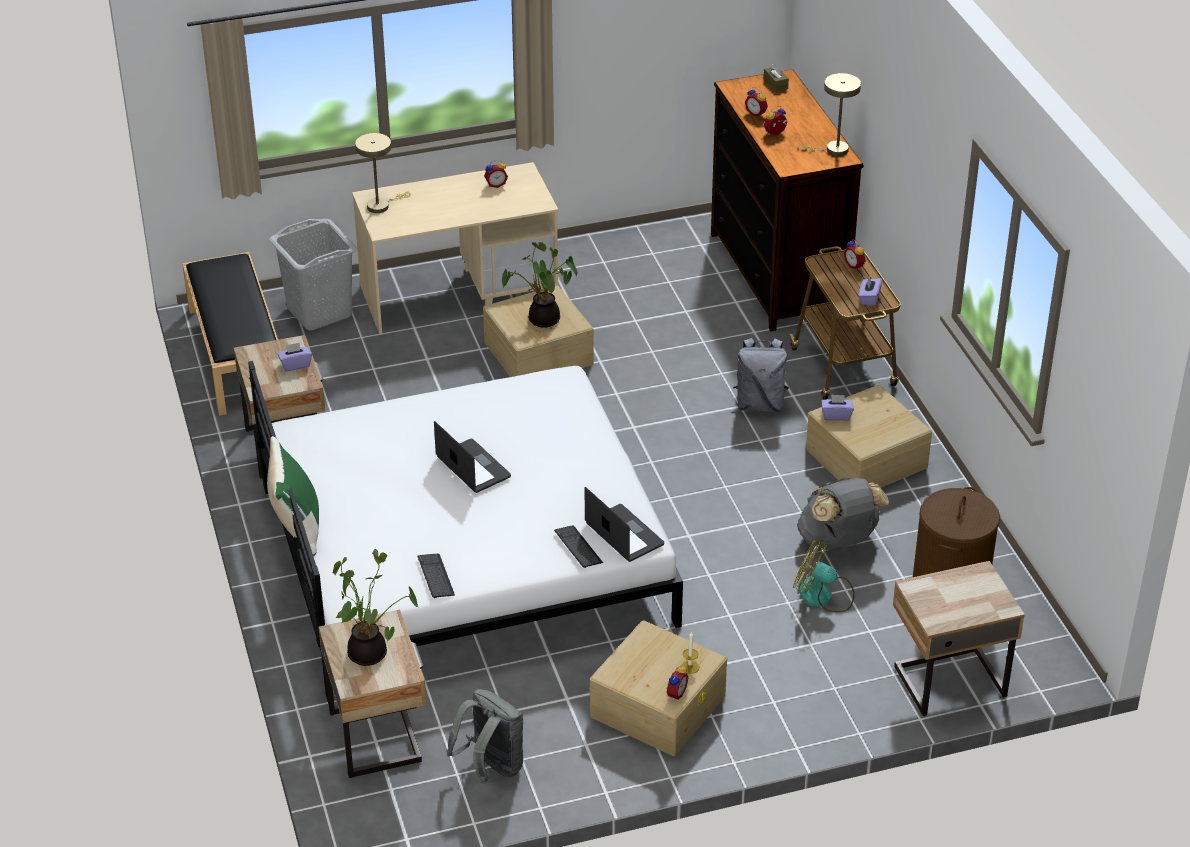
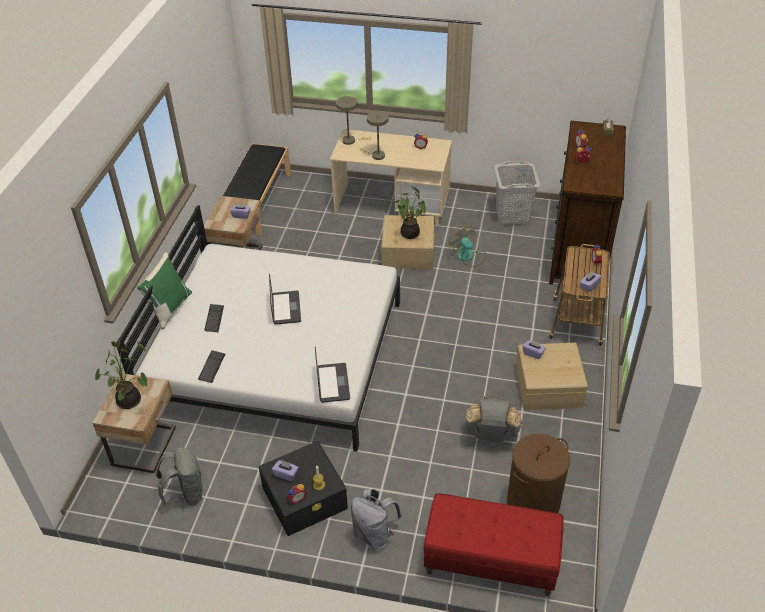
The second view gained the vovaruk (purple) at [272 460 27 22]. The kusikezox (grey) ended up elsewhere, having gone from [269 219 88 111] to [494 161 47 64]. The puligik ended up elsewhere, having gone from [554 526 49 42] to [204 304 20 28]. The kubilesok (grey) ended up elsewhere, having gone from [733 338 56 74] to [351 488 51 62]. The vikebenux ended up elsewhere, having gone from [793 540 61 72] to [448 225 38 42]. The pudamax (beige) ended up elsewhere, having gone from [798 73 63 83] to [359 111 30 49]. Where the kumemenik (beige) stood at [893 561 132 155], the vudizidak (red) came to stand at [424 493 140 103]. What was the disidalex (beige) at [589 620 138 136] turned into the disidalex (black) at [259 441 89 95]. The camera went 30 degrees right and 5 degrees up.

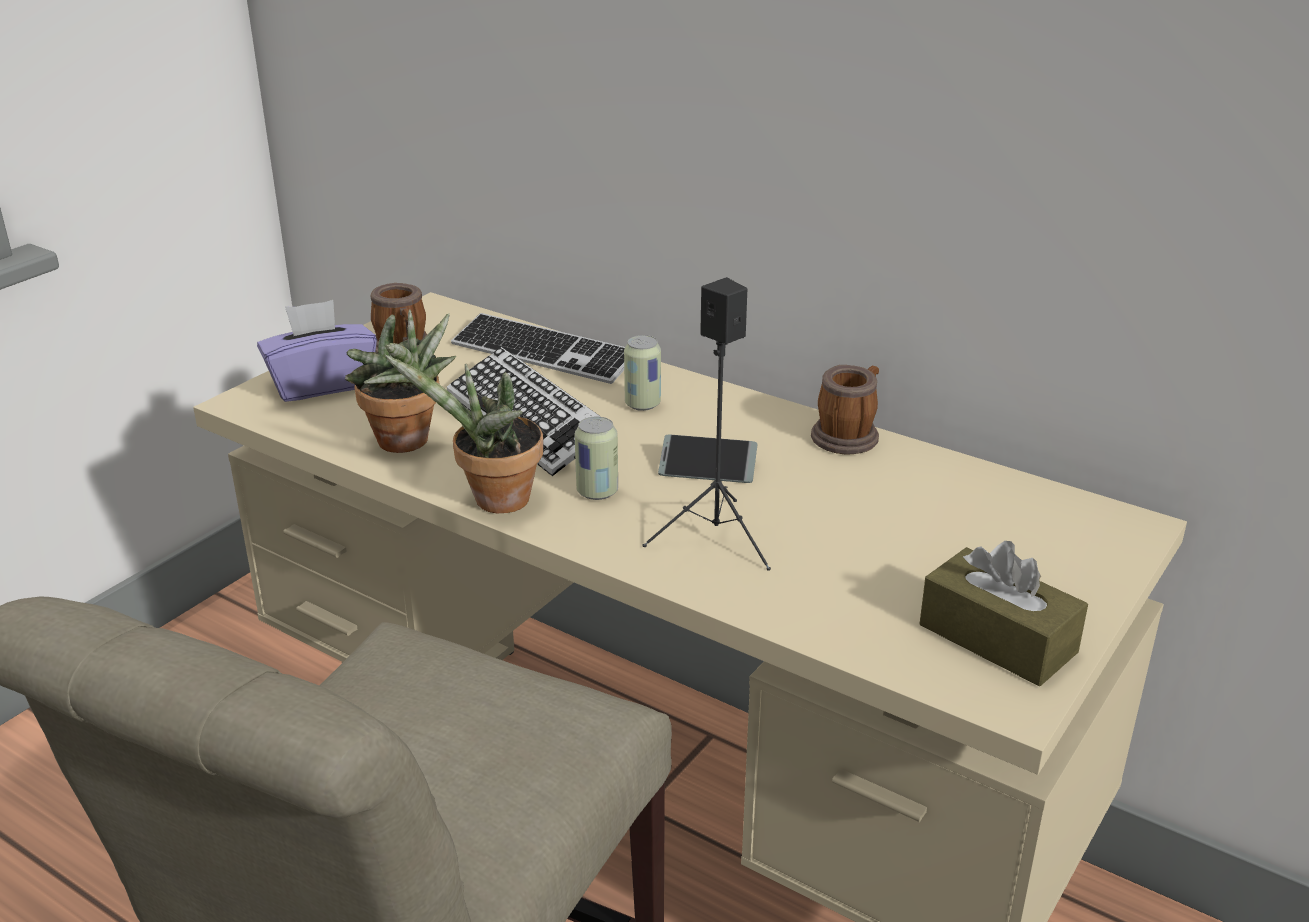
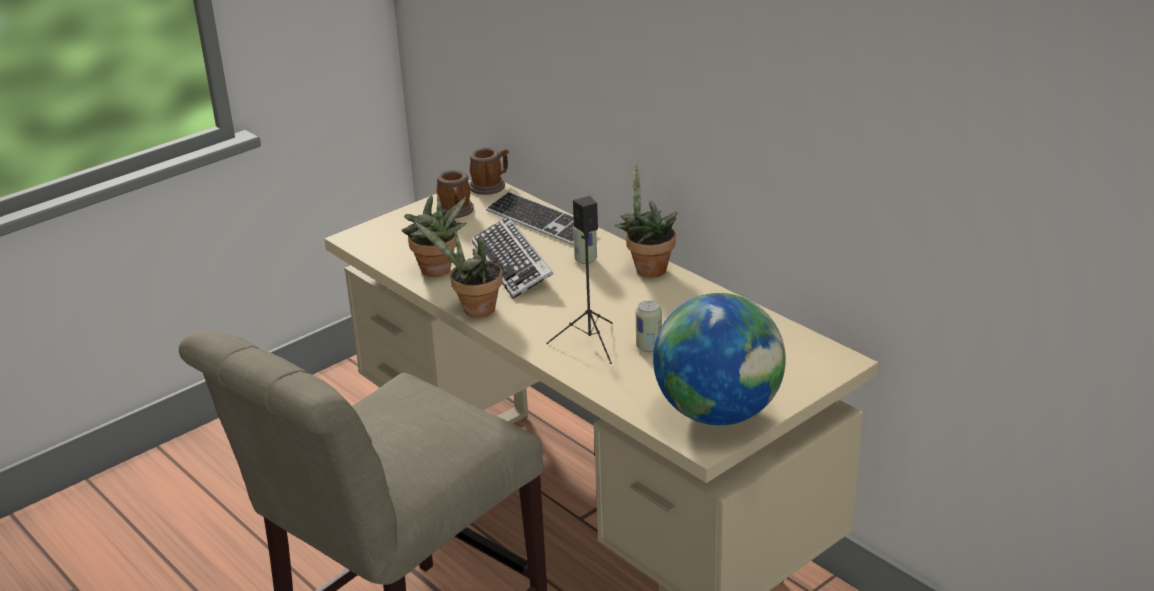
The second view lost the vovaruk (purple) at [257 300 120 102]. The second view lost the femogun at [658 434 99 49]. The second view gained the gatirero at [615 164 62 113]. The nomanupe ended up elsewhere, having gone from [575 417 43 83] to [636 301 26 51]. The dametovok ended up elsewhere, having gone from [811 365 68 90] to [469 147 40 48]. Where the vovaruk (brown) stood at [919 541 169 145], the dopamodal came to stand at [653 293 133 132]. The camera went 15 degrees right and 0 degrees up.

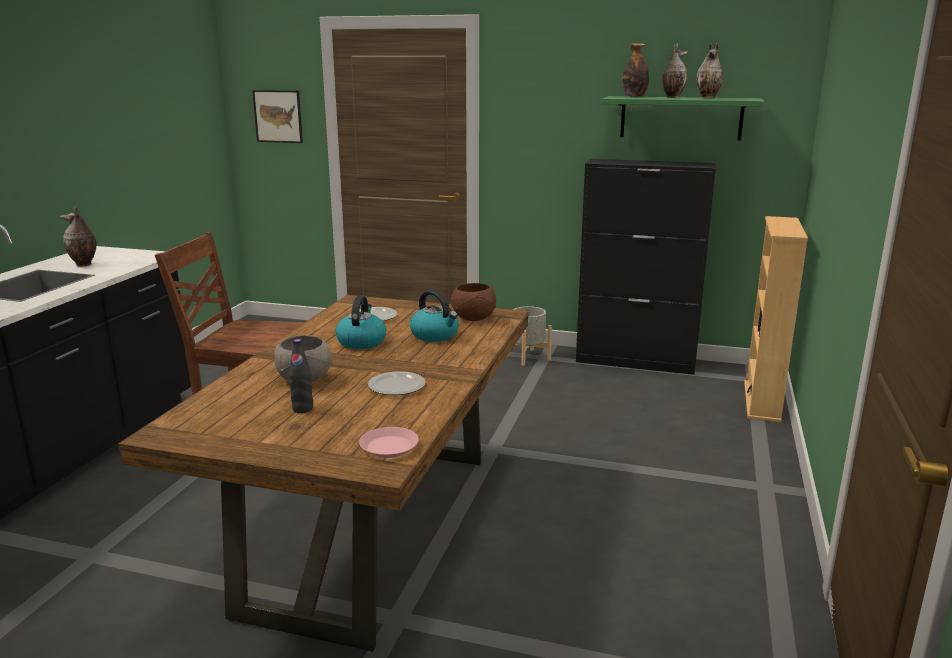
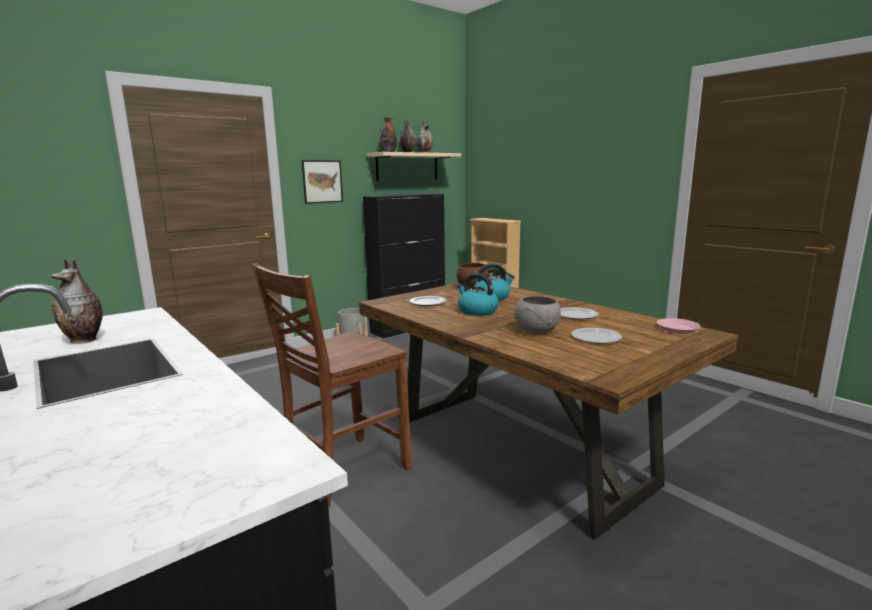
The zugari ended up elsewhere, having gone from [252 90 51 53] to [302 160 41 44]. Where the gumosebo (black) stood at [289 339 24 74], the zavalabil came to stand at [571 328 51 16]. What was the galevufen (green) at [602 96 162 44] turned into the galevufen (beige) at [367 152 94 29]. The camera went 55 degrees left and 5 degrees down.

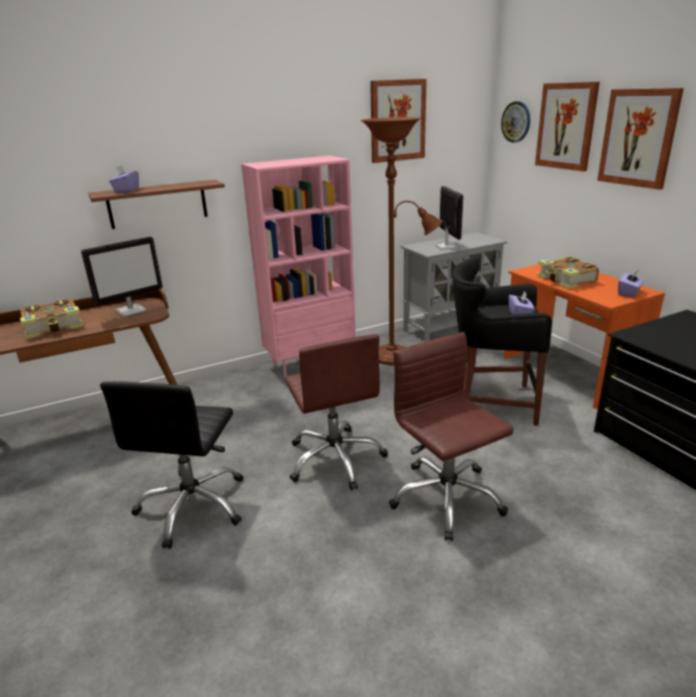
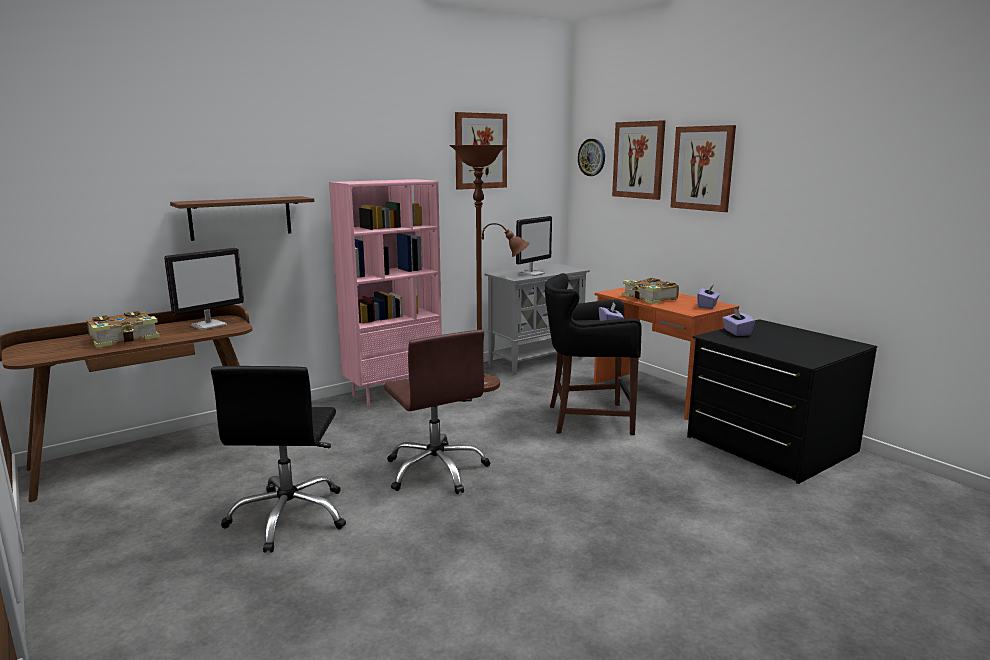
The second view lost the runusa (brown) at [389 332 125 209]. The vovaruk (purple) ended up elsewhere, having gone from [109 165 30 28] to [722 309 33 27]. The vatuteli at [435 186 29 64] ended up facing another way, 60 degrees clockwise from before. The camera went 10 degrees left and 10 degrees down.

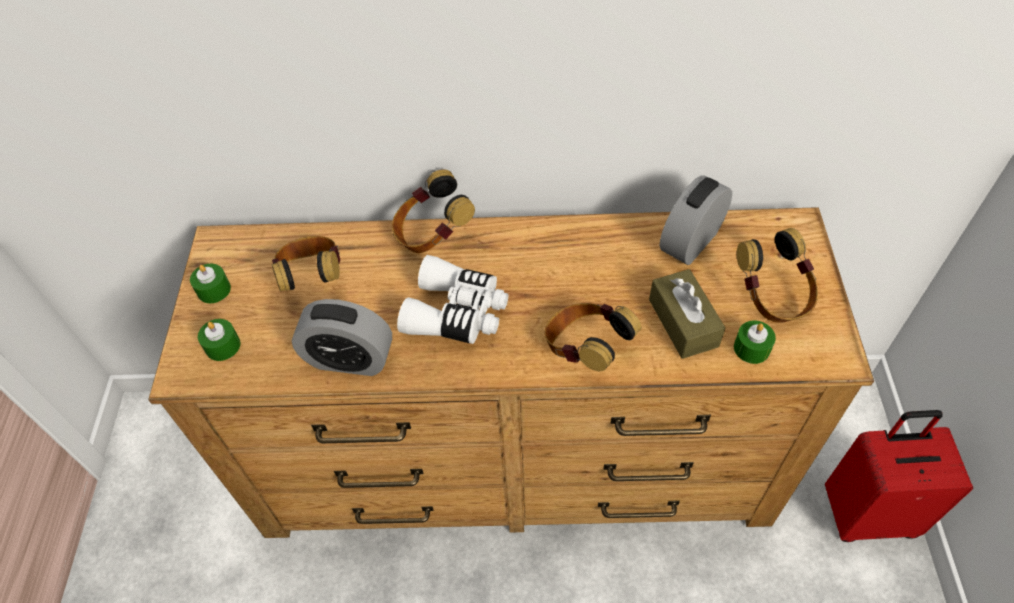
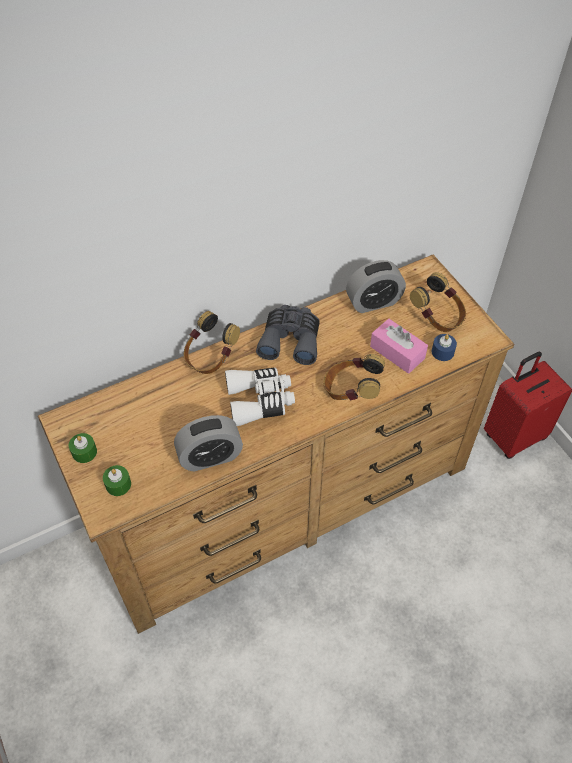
The second view lost the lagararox at [272 236 68 56]. The second view gained the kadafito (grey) at [256 305 64 60]. What was the vovaruk (brown) at [649 269 76 90] turned into the vovaruk (pink) at [370 319 58 55]. What was the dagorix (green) at [734 321 42 43] turned into the dagorix (blue) at [432 334 25 27]. The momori at [660 175 72 90] ended up facing another way, 120 degrees counterclockwise from before. The camera went 30 degrees left and 0 degrees up.

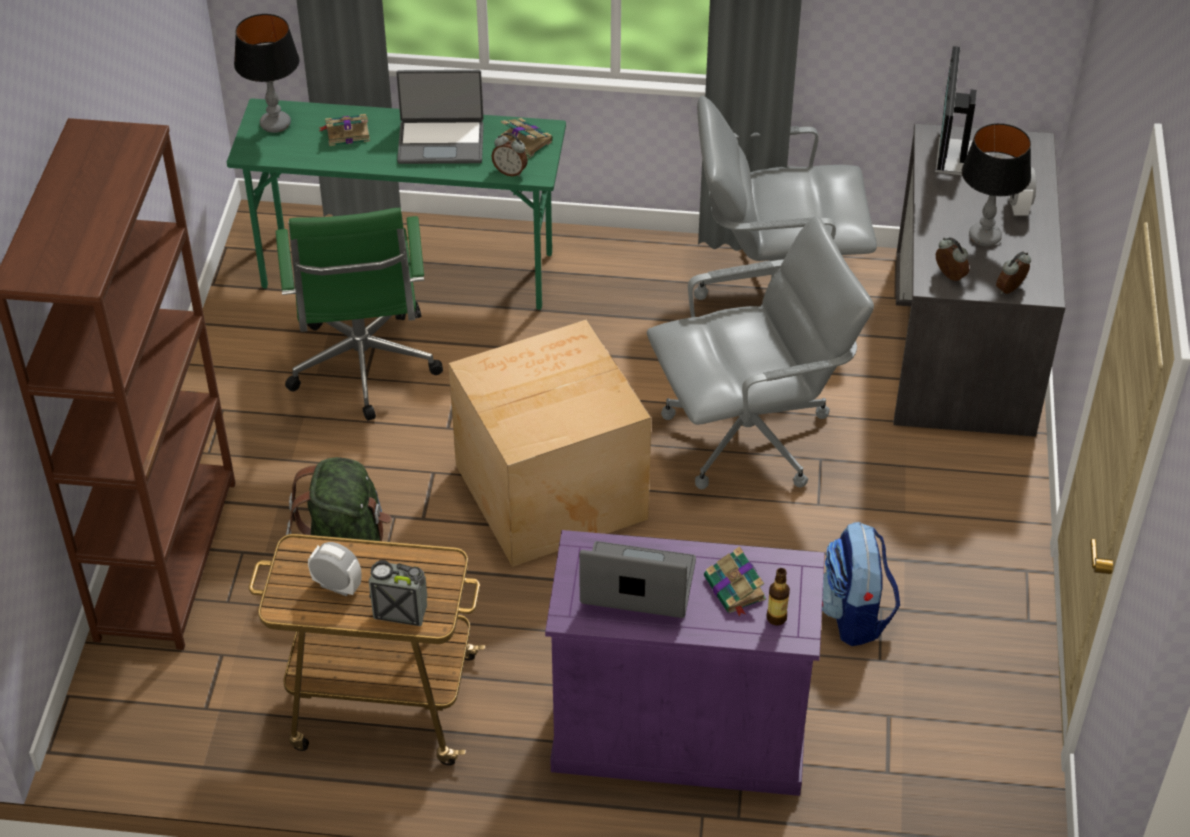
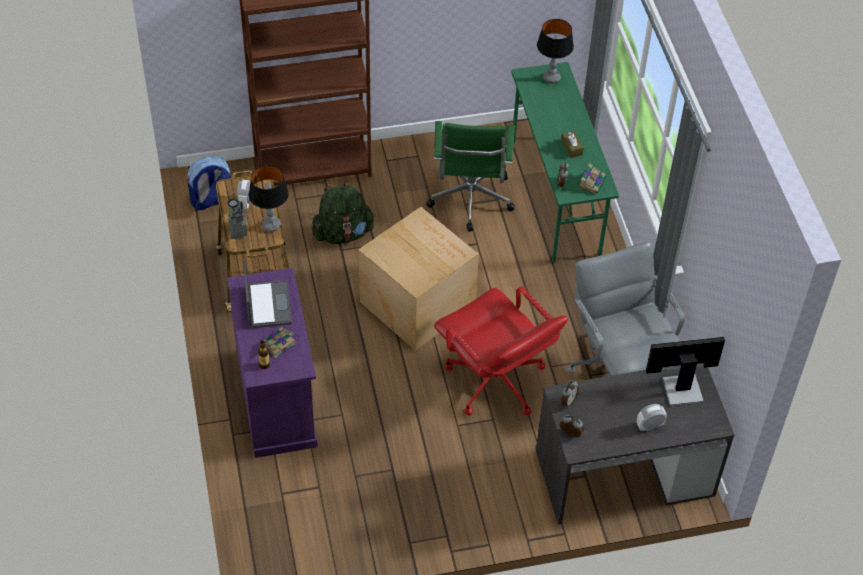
The second view lost the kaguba at [319 114 51 32]. The kubilesok ended up elsewhere, having gone from [822 522 78 124] to [187 157 44 53]. The pudamax ended up elsewhere, having gone from [962 123 69 123] to [249 166 40 66]. Where the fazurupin stood at [396 70 88 94], the vovaruk (brown) came to stand at [561 131 23 27]. What was the runusa (grey) at [647 216 227 273] turned into the runusa (red) at [434 286 134 130]. The runusa (green) at [276 208 167 213] ended up facing another way, 60 degrees counterclockwise from before. The camera went 70 degrees right and 5 degrees up.

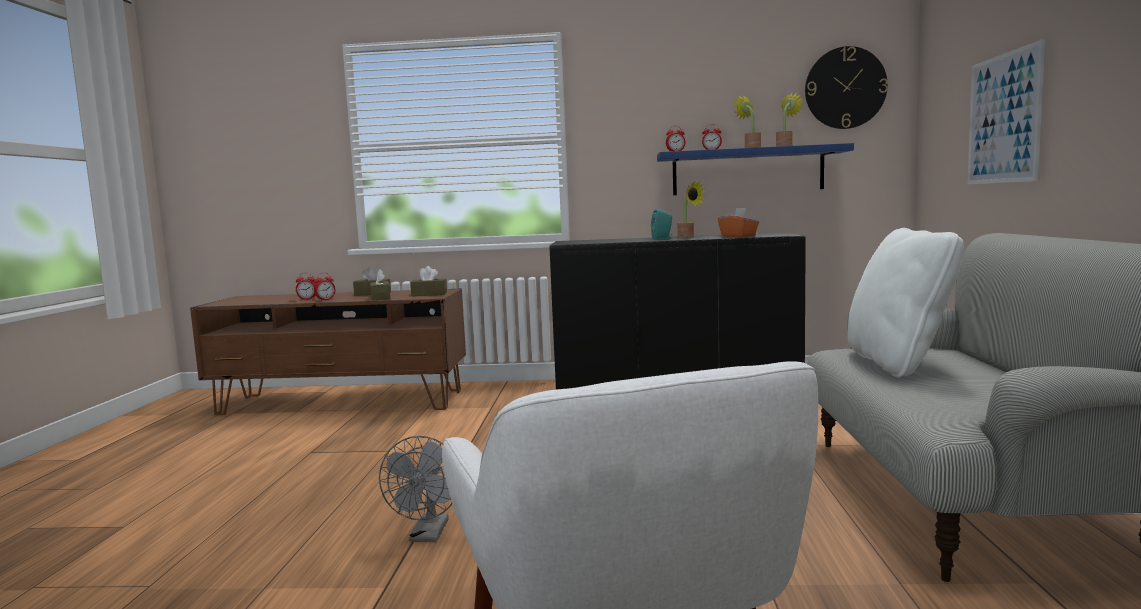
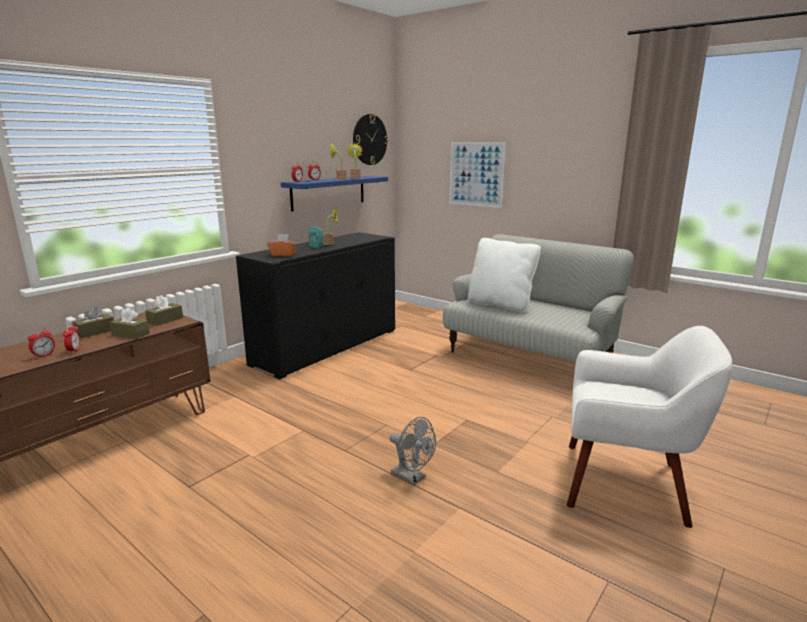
The vovaruk (orange) ended up elsewhere, having gone from [718 208 41 29] to [267 234 30 22]. The camera went 55 degrees left and 10 degrees up.

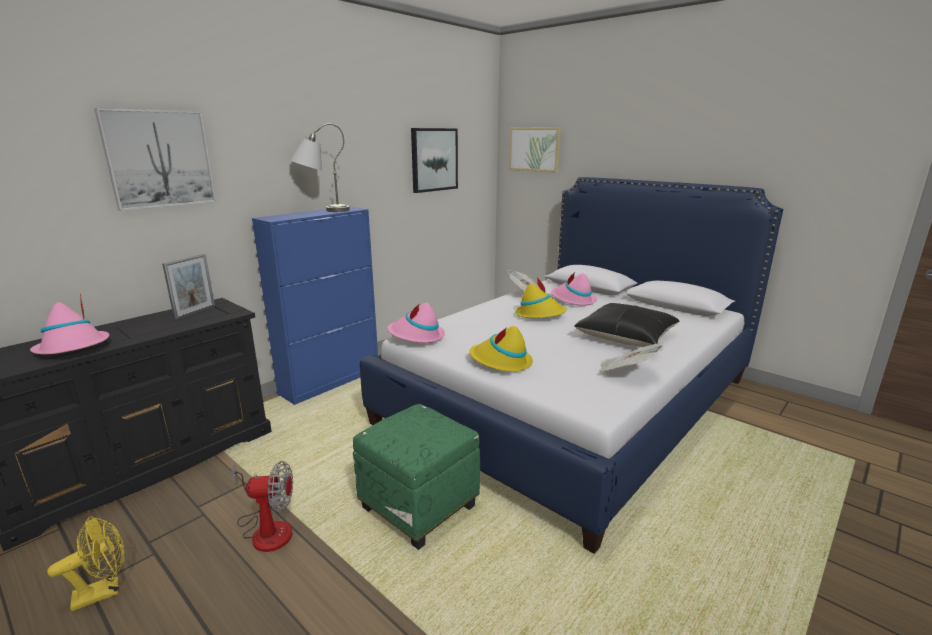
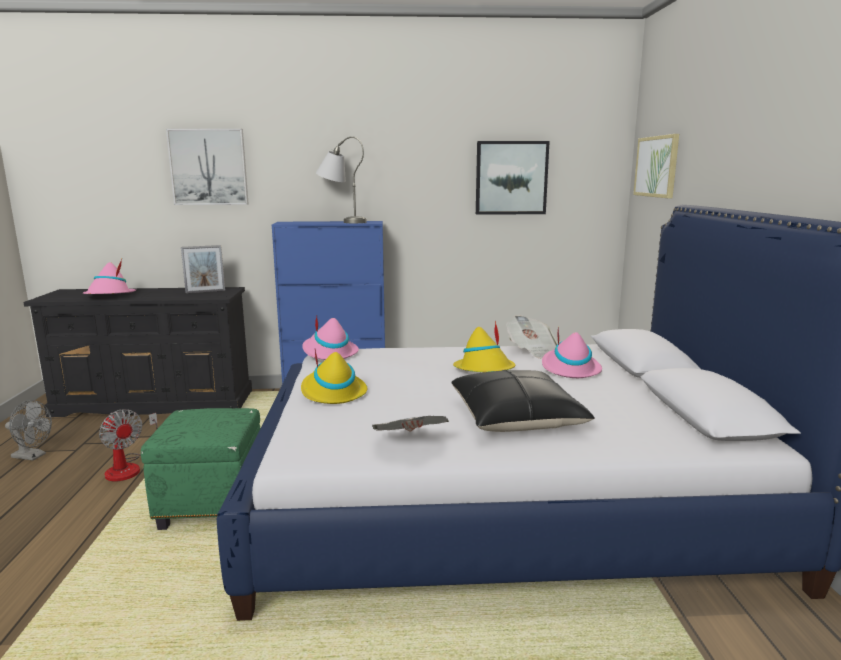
What was the vikebenux (yellow) at [47 517 77 94] turned into the vikebenux (grey) at [5 400 47 61]. The camera went 45 degrees right and 5 degrees down.

